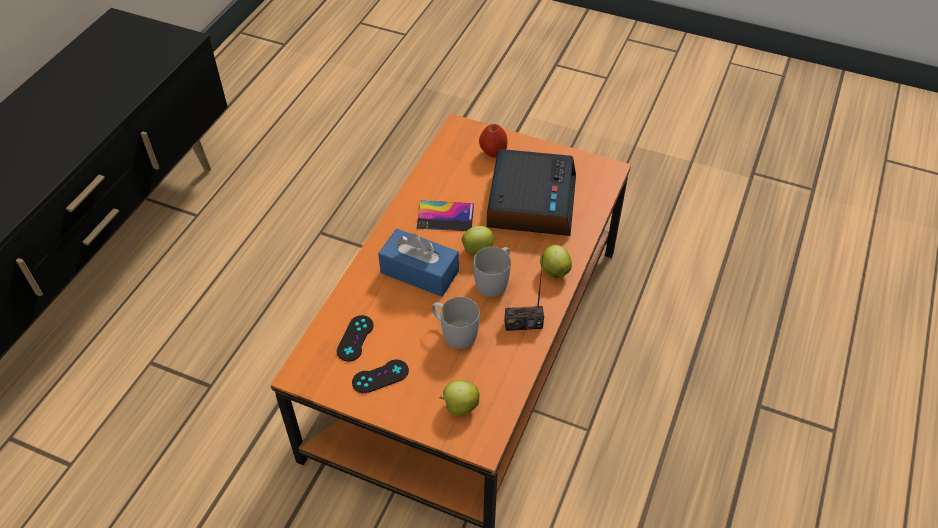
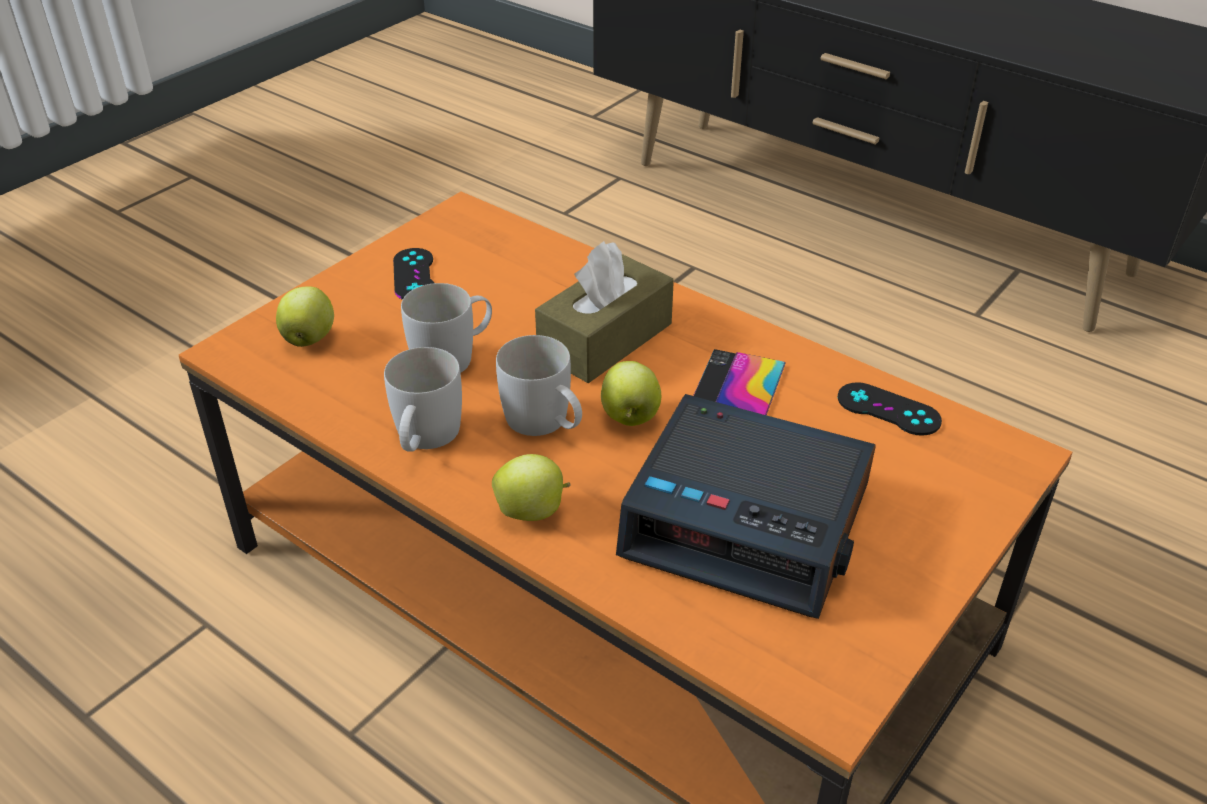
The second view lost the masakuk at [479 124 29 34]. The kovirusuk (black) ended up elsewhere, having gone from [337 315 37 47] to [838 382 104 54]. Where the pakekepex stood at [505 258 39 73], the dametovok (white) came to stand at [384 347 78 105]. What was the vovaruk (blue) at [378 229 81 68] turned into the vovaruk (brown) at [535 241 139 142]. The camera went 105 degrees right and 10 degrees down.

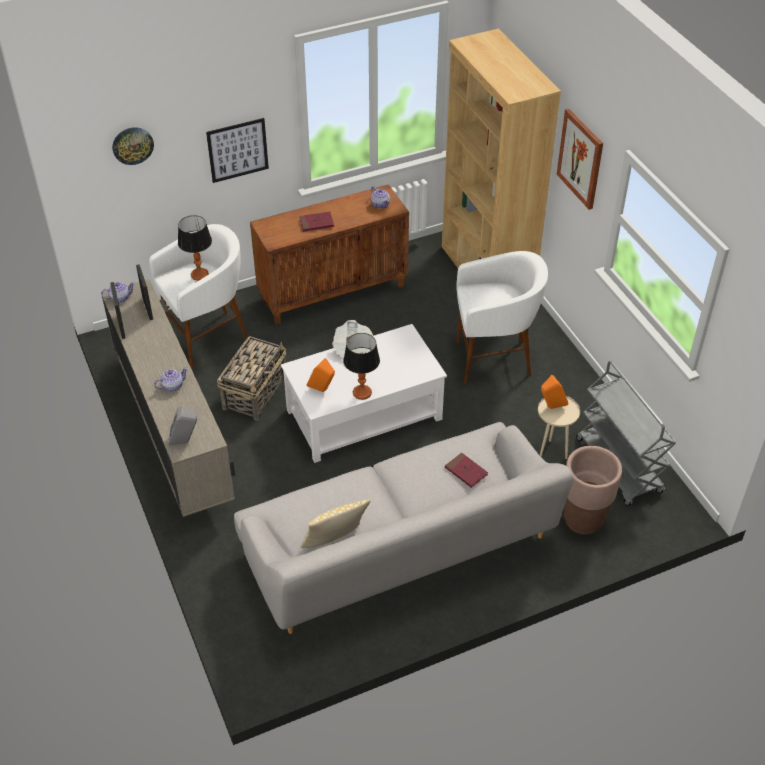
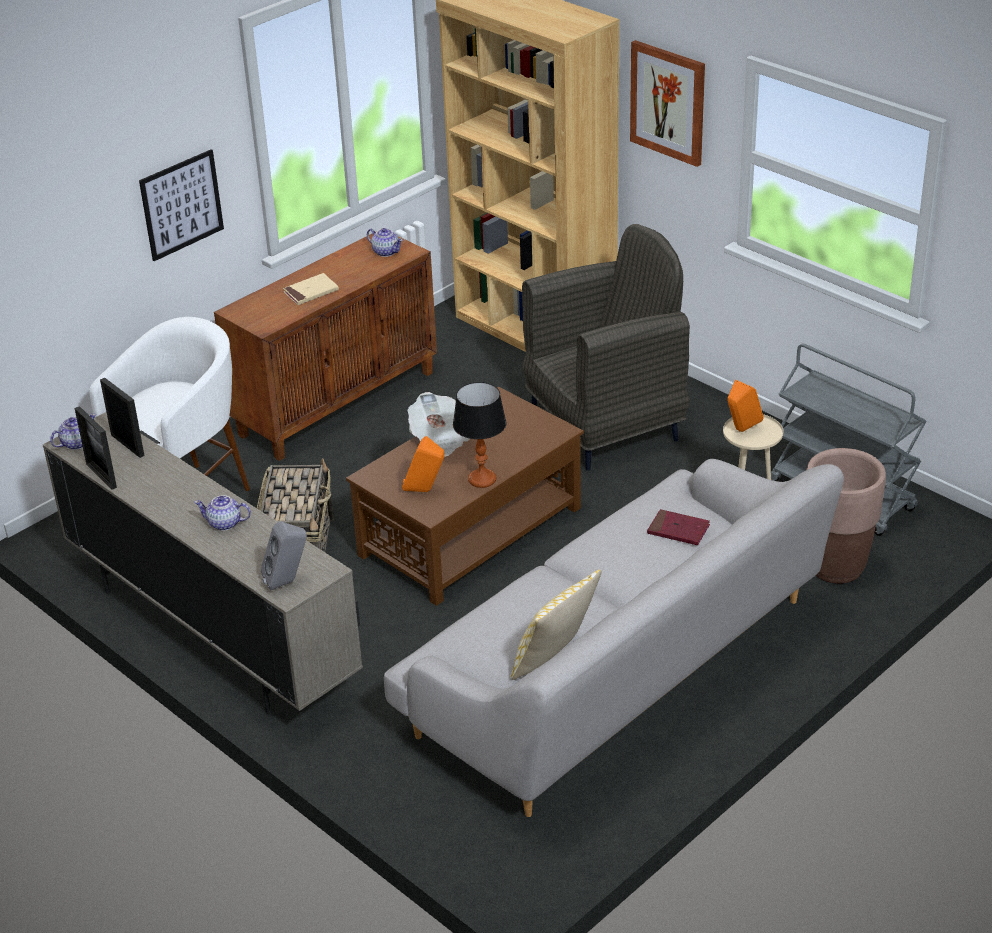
The second view lost the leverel at [112 127 42 38]. The second view lost the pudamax at [178 215 34 66]. Where the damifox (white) stood at [456 251 92 133], the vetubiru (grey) came to stand at [522 224 168 247]. What was the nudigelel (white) at [281 324 166 139] turned into the nudigelel (brown) at [346 387 238 219]. What was the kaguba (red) at [299 211 35 21] turned into the kaguba (beige) at [283 273 56 32]. The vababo at [154 367 34 24] ended up facing another way, 120 degrees counterclockwise from before. The camera went 20 degrees left and 10 degrees down.

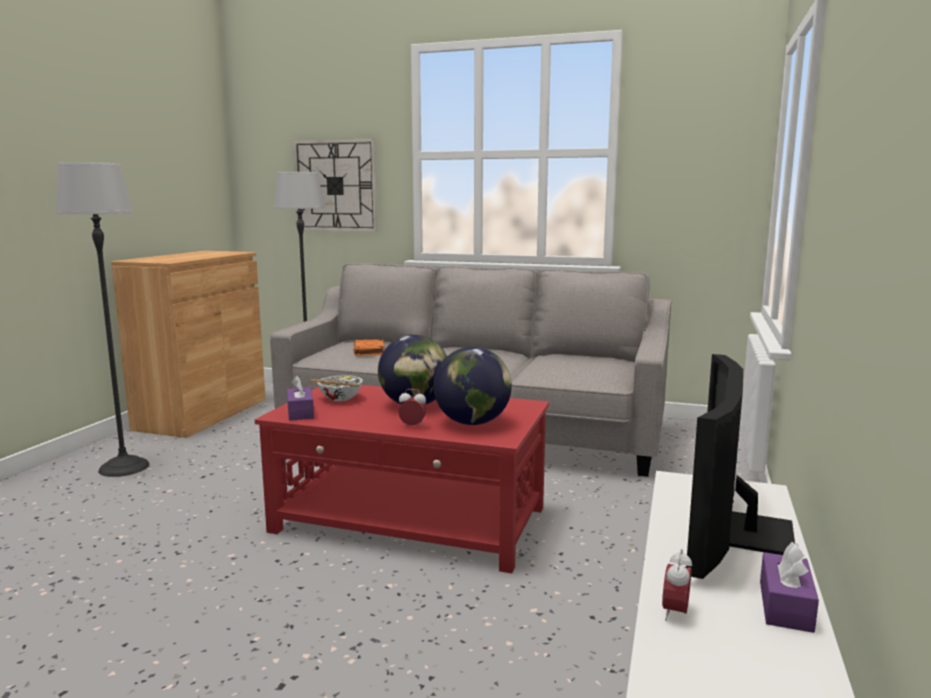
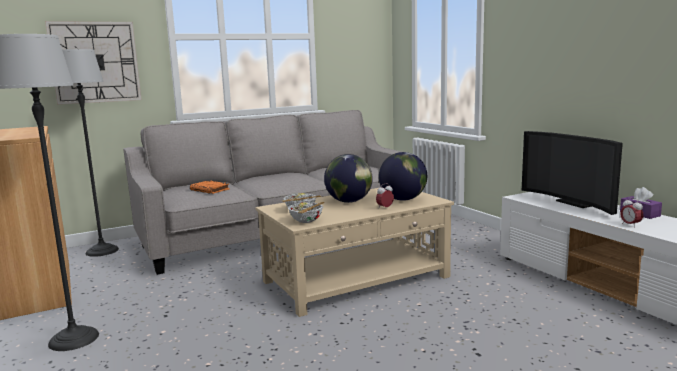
Where the vovaruk (purple) stood at [287 375 27 46], the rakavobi came to stand at [288 202 36 21]. What was the nudigelel (red) at [255 385 294 188] turned into the nudigelel (beige) at [255 188 199 129]. The camera went 45 degrees left and 0 degrees up.

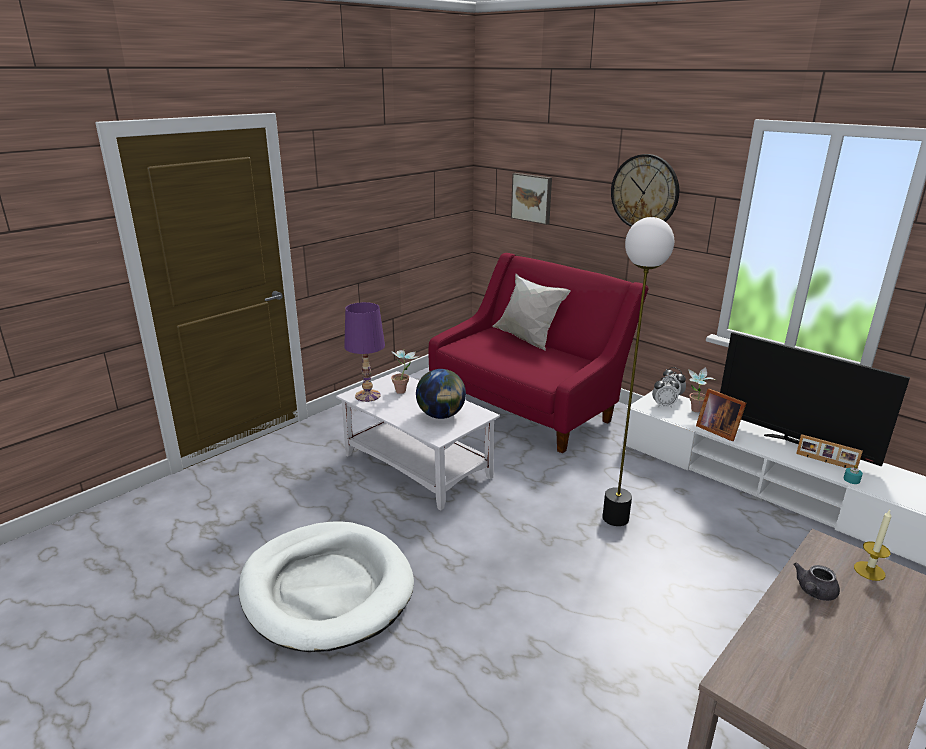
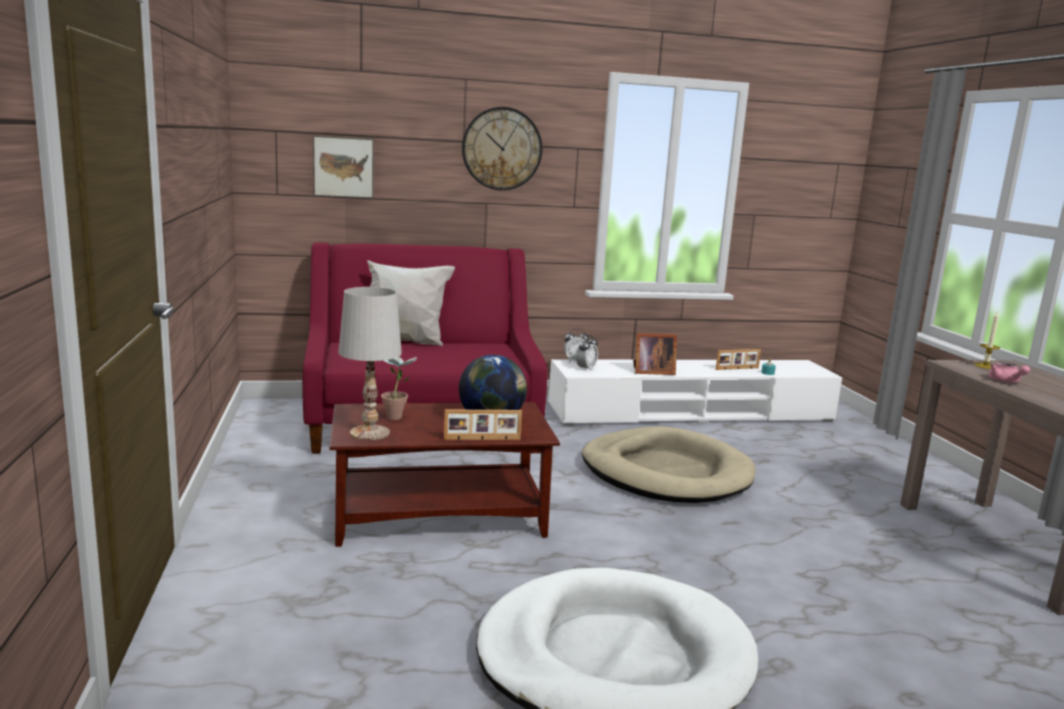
The second view lost the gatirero at [688 367 27 46]. The second view lost the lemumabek at [720 332 190 134]. The second view gained the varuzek at [444 409 78 31]. Where the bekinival stood at [602 217 72 309], the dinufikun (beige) came to stand at [582 426 174 77]. What was the nudigelel (white) at [336 371 164 140] turned into the nudigelel (brown) at [329 402 231 145]. What was the pudamax (purple) at [344 302 41 100] turned into the pudamax (white) at [338 287 64 153]. What was the vababo (grey) at [793 563 47 38] turned into the vababo (pink) at [989 362 41 21]. The camera went 55 degrees left and 10 degrees down.

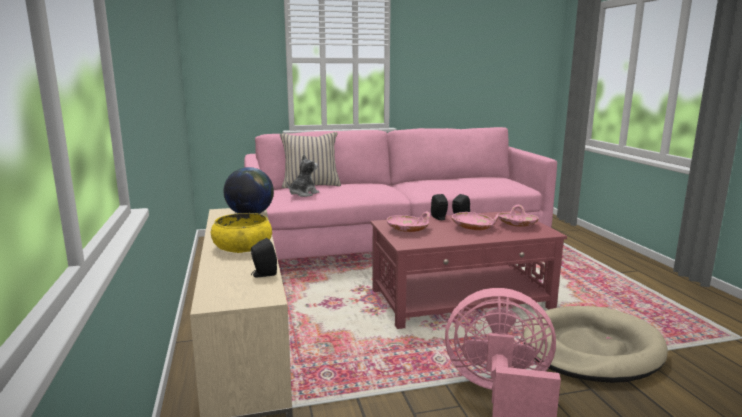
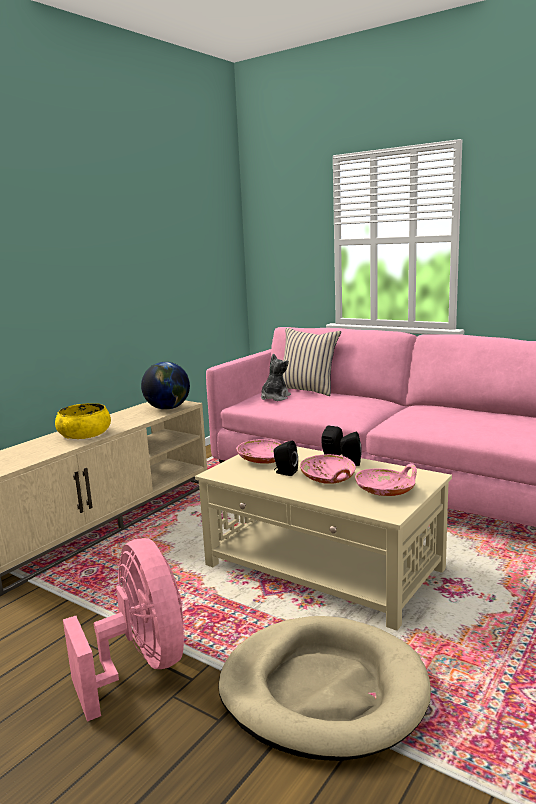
The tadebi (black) ended up elsewhere, having gone from [251 238 26 39] to [273 440 25 36]. What was the nudigelel (red) at [370 211 197 118] turned into the nudigelel (beige) at [195 446 257 185]. The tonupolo at [287 154 32 43] ended up facing another way, 60 degrees counterclockwise from before. The camera went 50 degrees right and 0 degrees up.

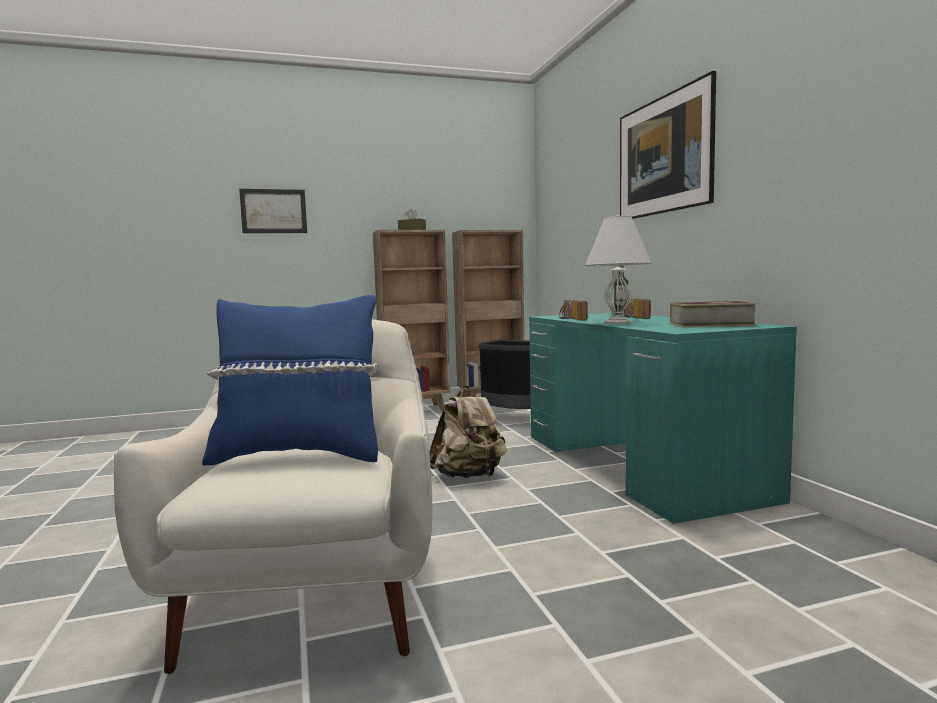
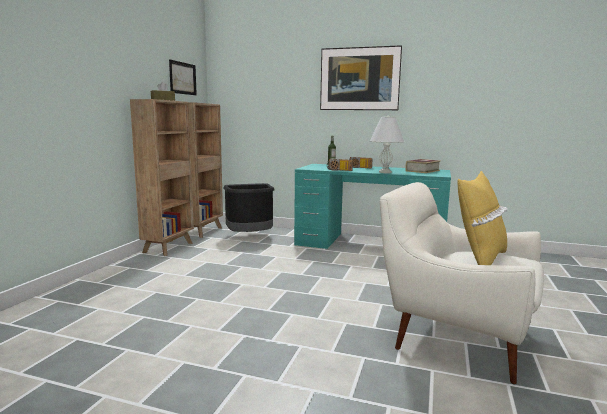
The second view lost the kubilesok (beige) at [429 385 78 93]. The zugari ended up elsewhere, having gone from [239 189 68 44] to [169 59 28 36]. What was the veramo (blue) at [202 295 177 171] turned into the veramo (yellow) at [458 171 50 94]. The camera went 55 degrees left and 5 degrees up.

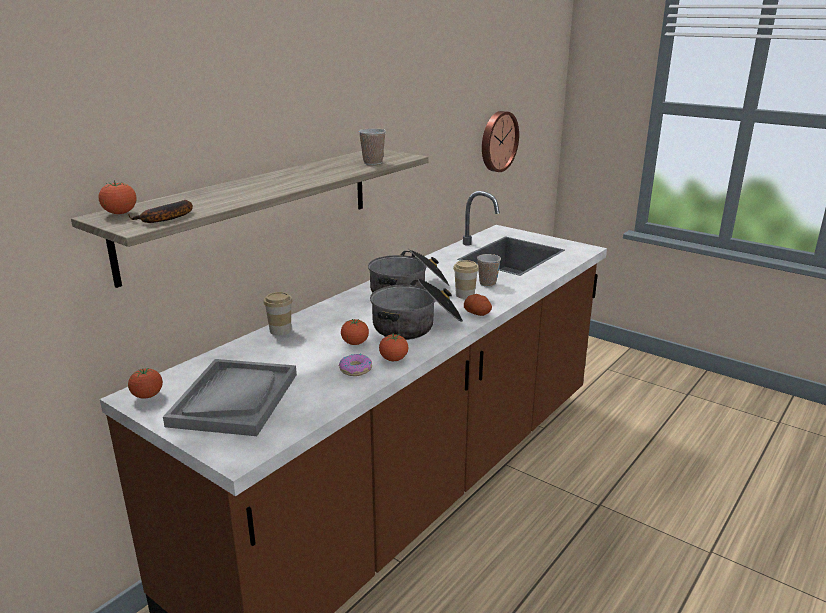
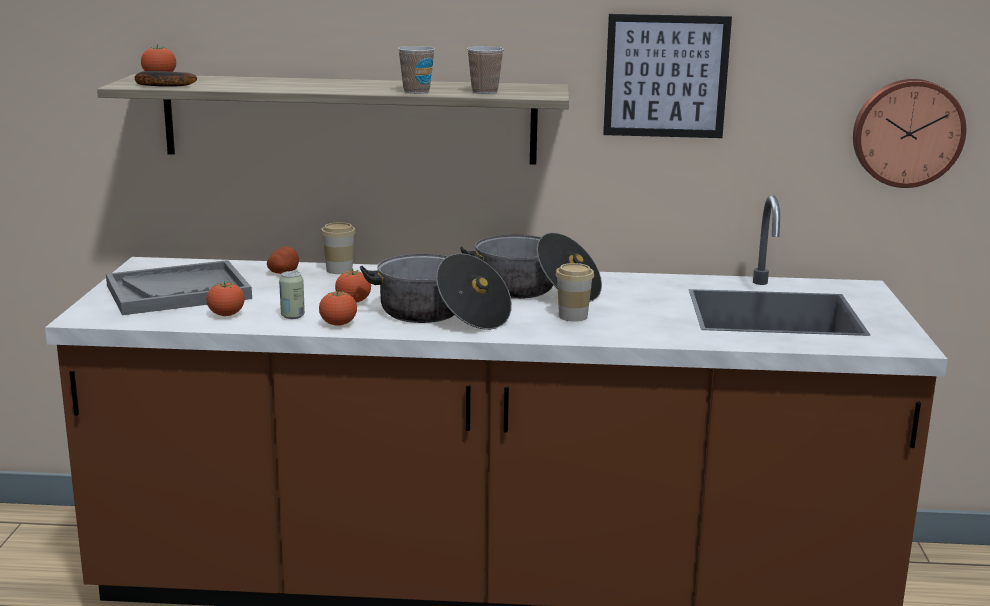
The second view gained the zugari at [603 14 129 124]. The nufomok ended up elsewhere, having gone from [128 368 35 31] to [206 281 39 35]. The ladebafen ended up elsewhere, having gone from [464 294 28 22] to [267 246 32 28]. The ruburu ended up elsewhere, having gone from [477 254 24 33] to [398 46 37 48]. Where the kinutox stood at [339 354 33 22], the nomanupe came to stand at [279 271 26 48]. The camera went 55 degrees right and 5 degrees down.

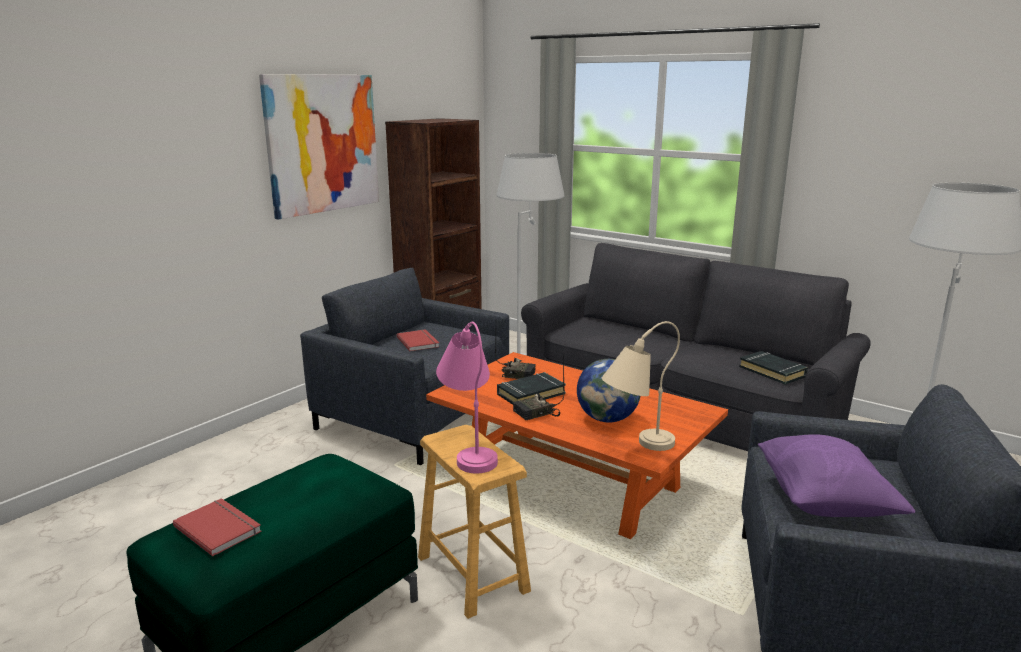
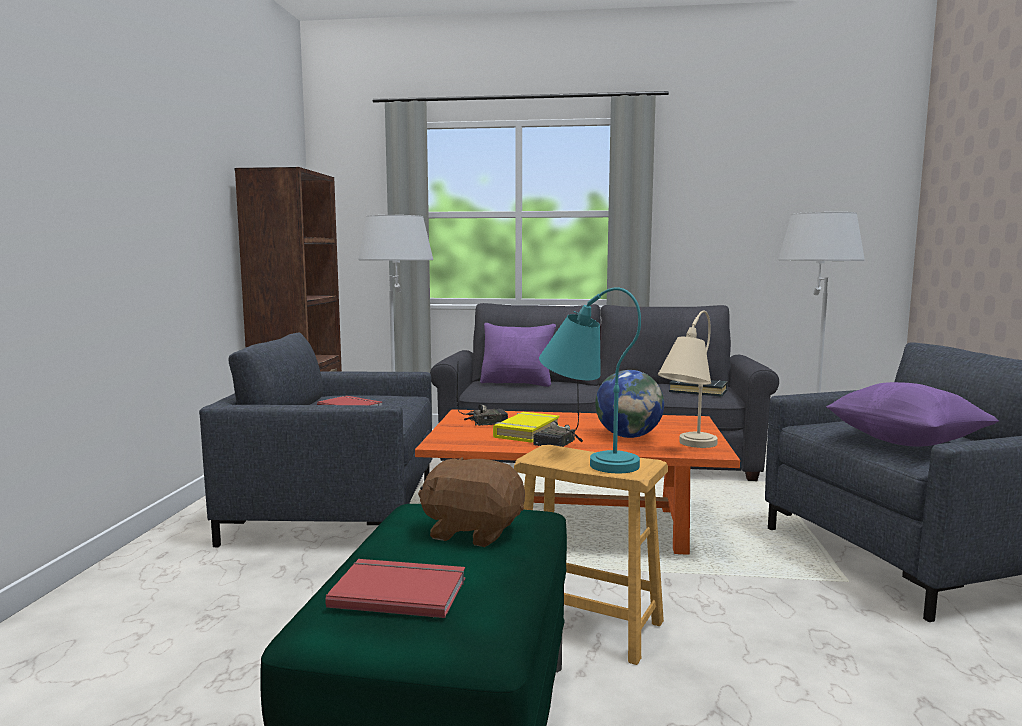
The second view lost the zugari at [259 74 120 146]. The second view gained the tonupolo (brown) at [418 457 107 90]. The second view gained the veramo (purple) at [480 323 76 64]. What was the pudamax (pink) at [436 322 62 151] turned into the pudamax (turquoise) at [539 287 102 186]. What was the kaguba (black) at [497 372 69 33] turned into the kaguba (yellow) at [493 412 66 31]. The camera went 30 degrees left and 10 degrees down.

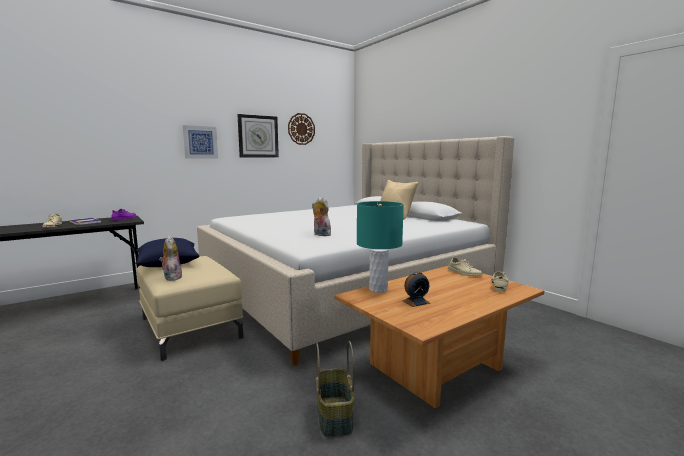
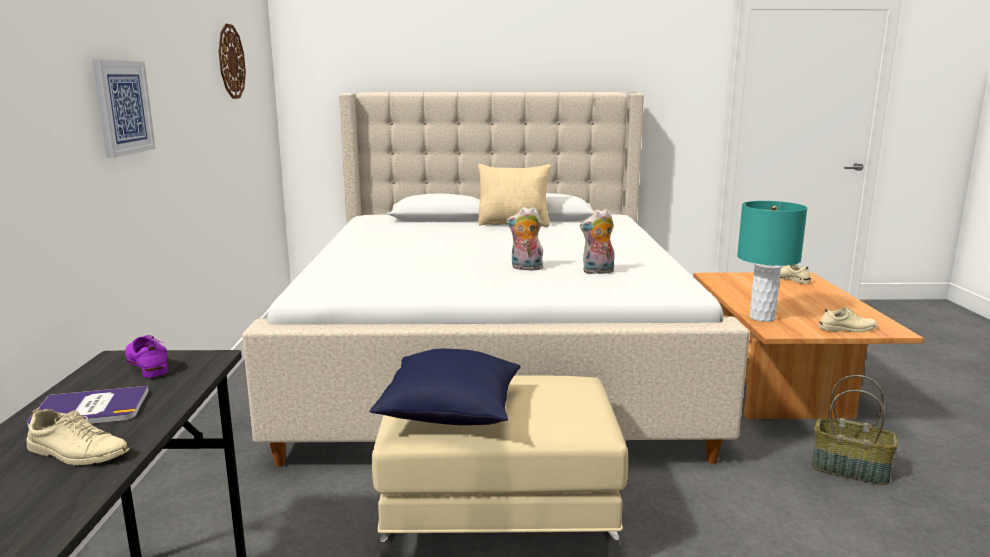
The second view lost the leverel at [237 114 42 44]. The second view lost the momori at [402 272 28 35]. The tonupolo ended up elsewhere, having gone from [159 236 24 45] to [507 207 36 63]. The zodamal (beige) ended up elsewhere, having gone from [448 256 35 20] to [818 307 59 26]. The camera went 55 degrees left and 5 degrees up.

